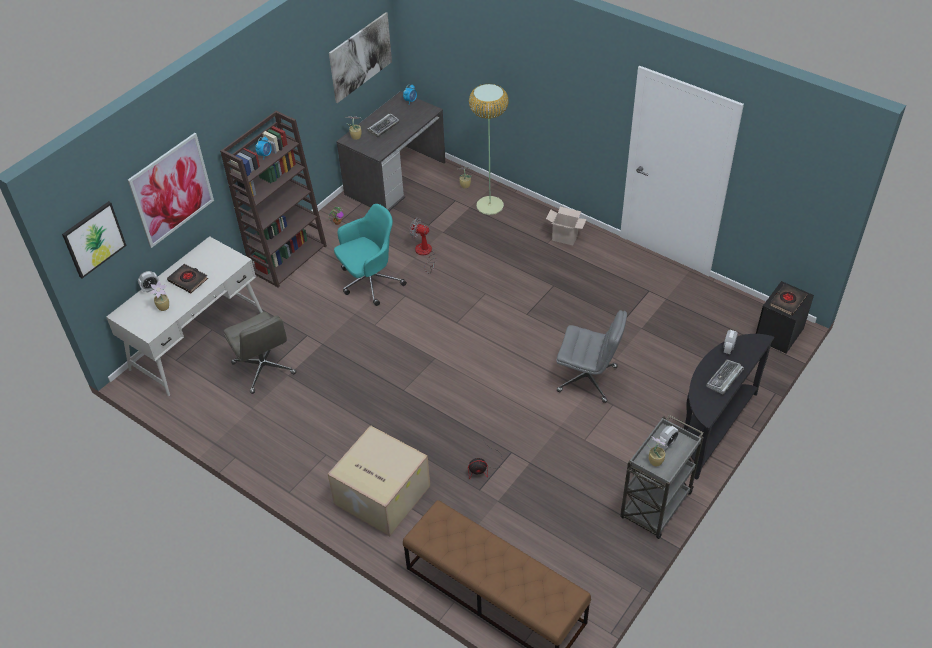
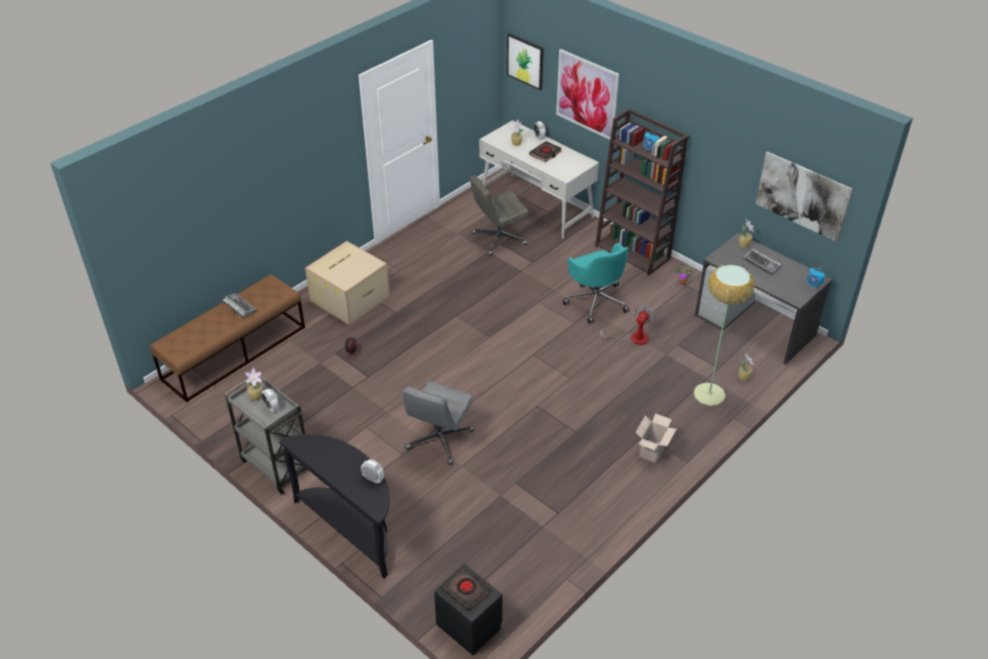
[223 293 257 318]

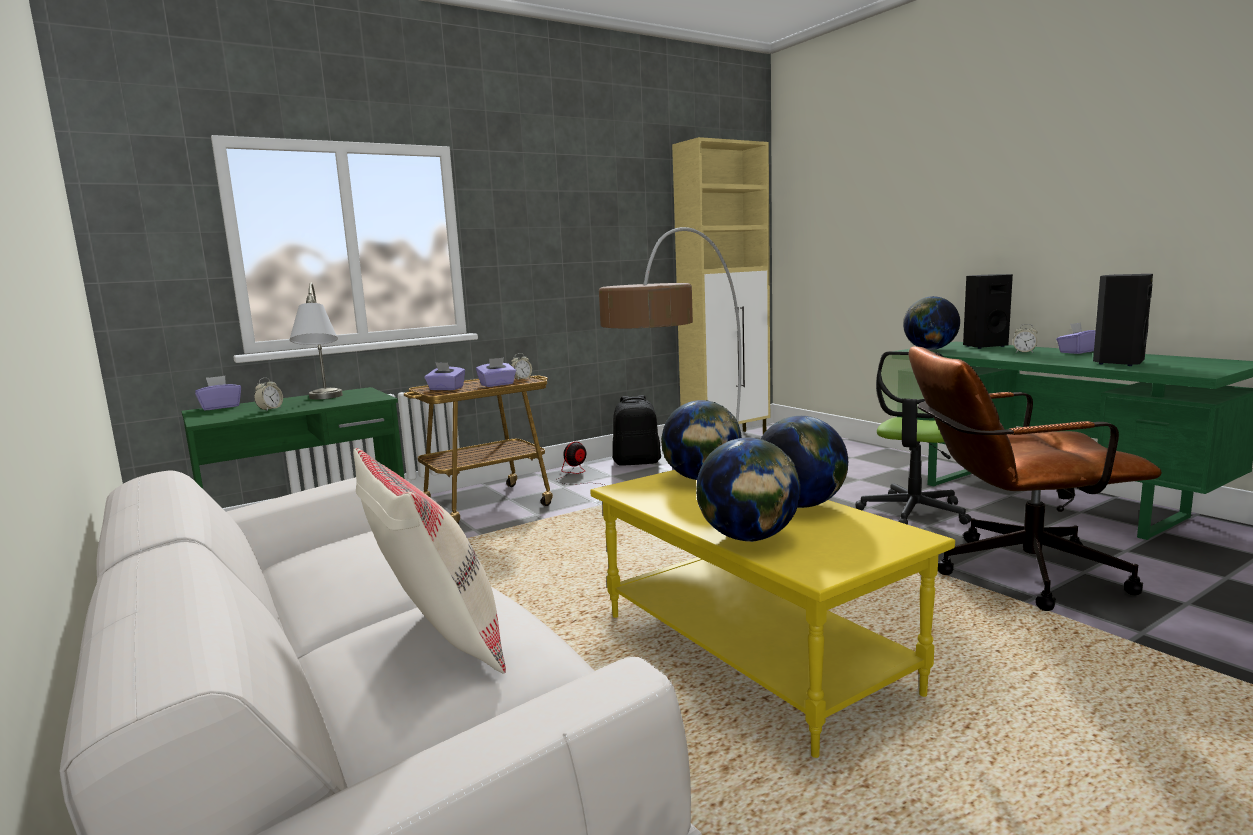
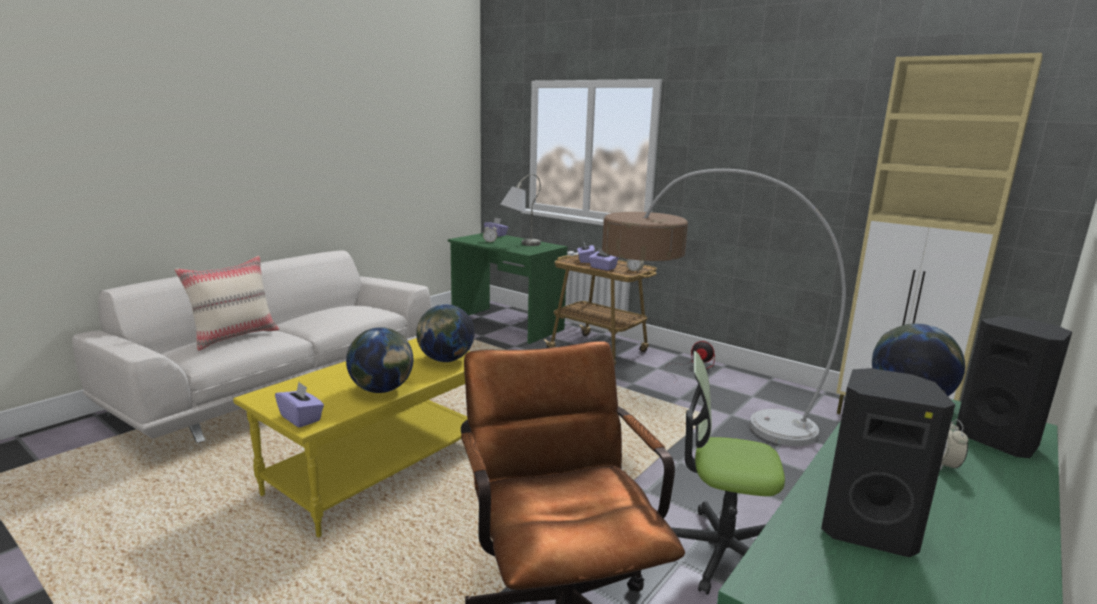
[275 382 324 428]
[612 395 661 466] (first image)
[696 438 800 542] (first image)

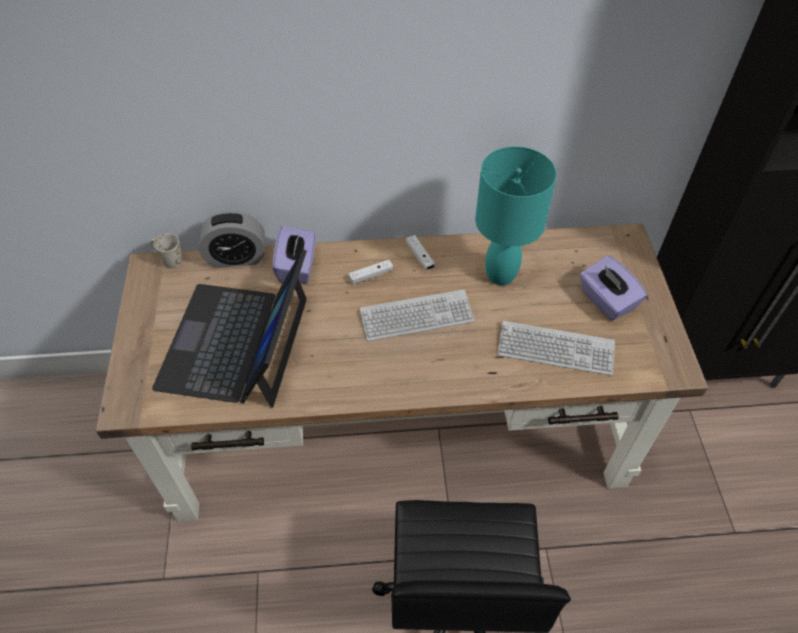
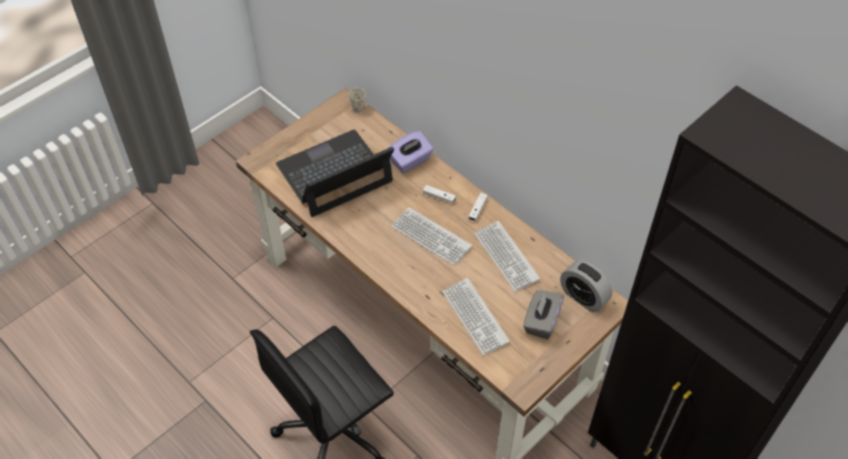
[474 221 540 292]
[560 260 612 312]
[523 290 564 339]

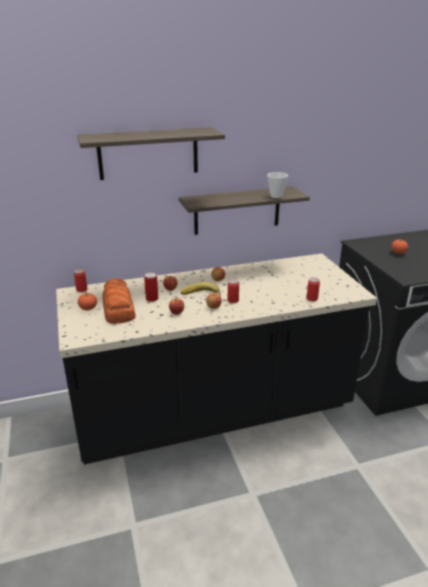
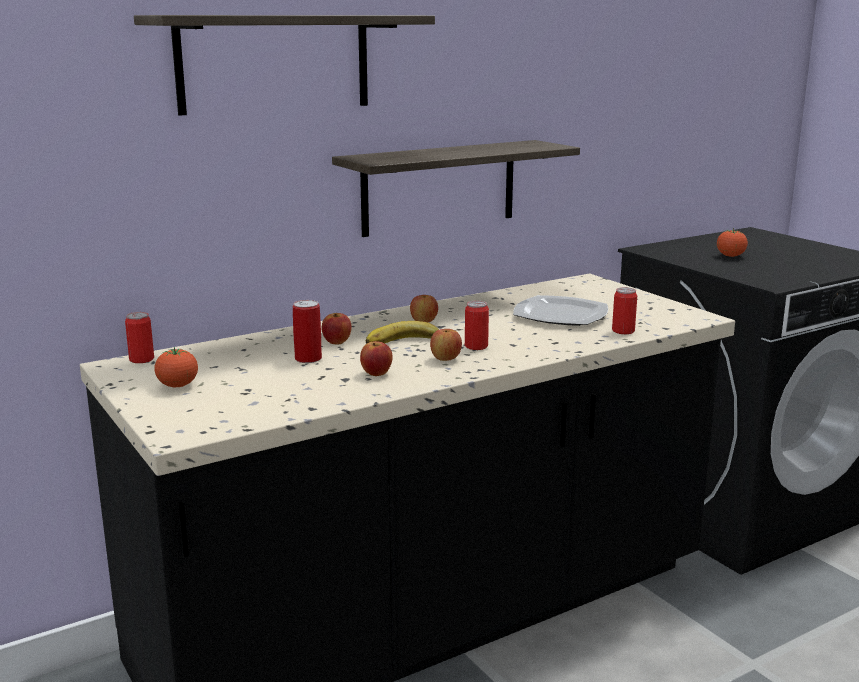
[267 172 288 198] (first image)
[102 278 136 324] (first image)
[513 295 608 326]

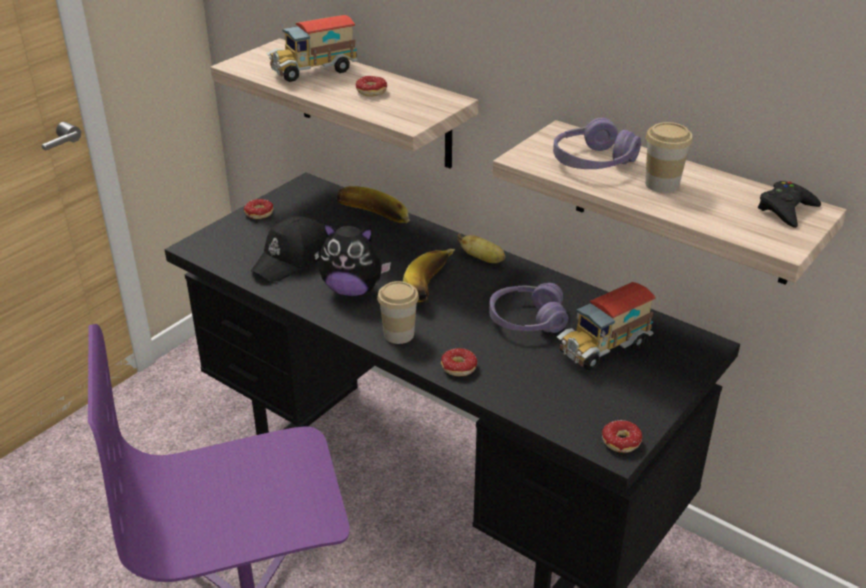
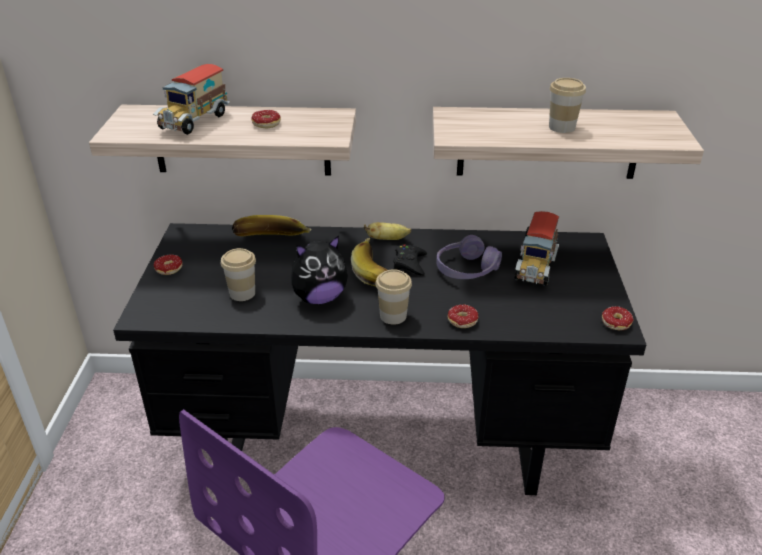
[553 118 641 169] (first image)
[393 244 427 276]
[221 248 256 301]

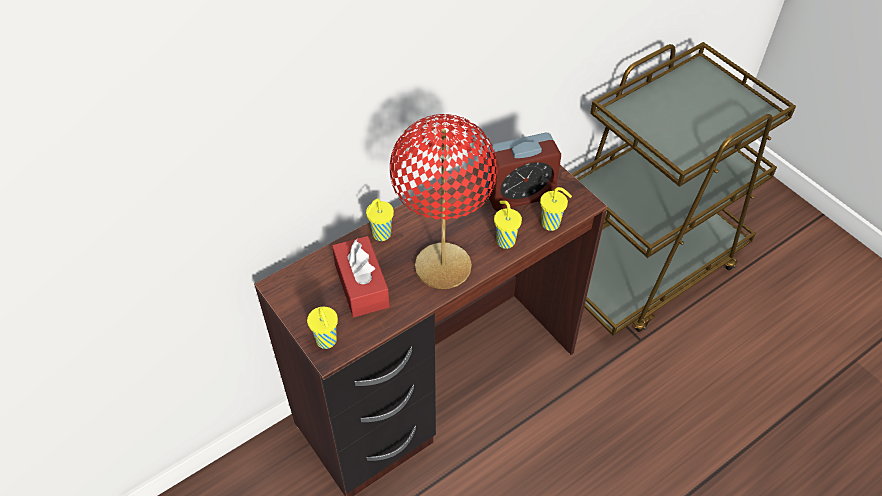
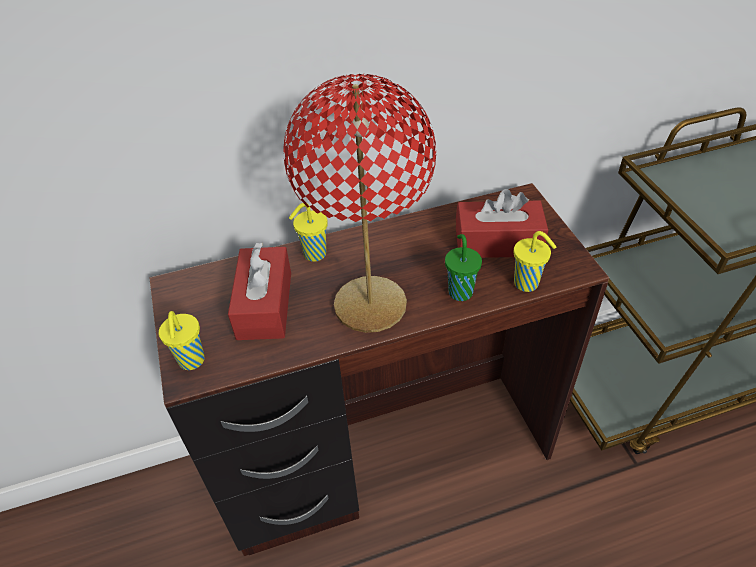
[456 189 548 258]
[445 234 482 301]

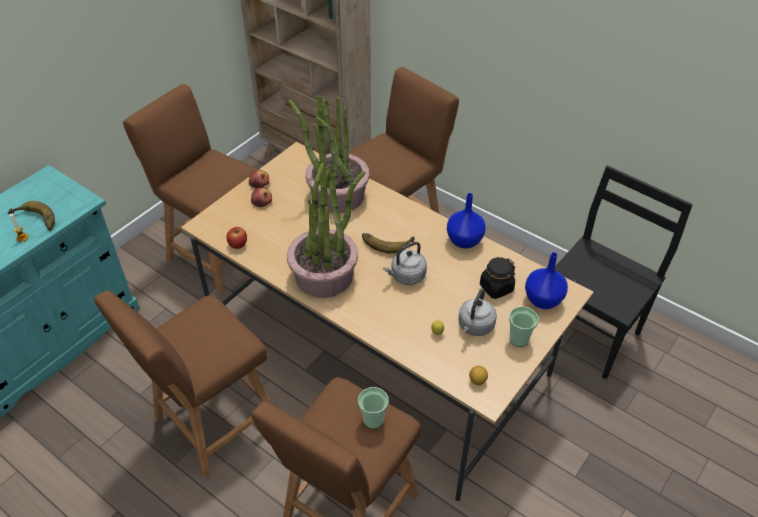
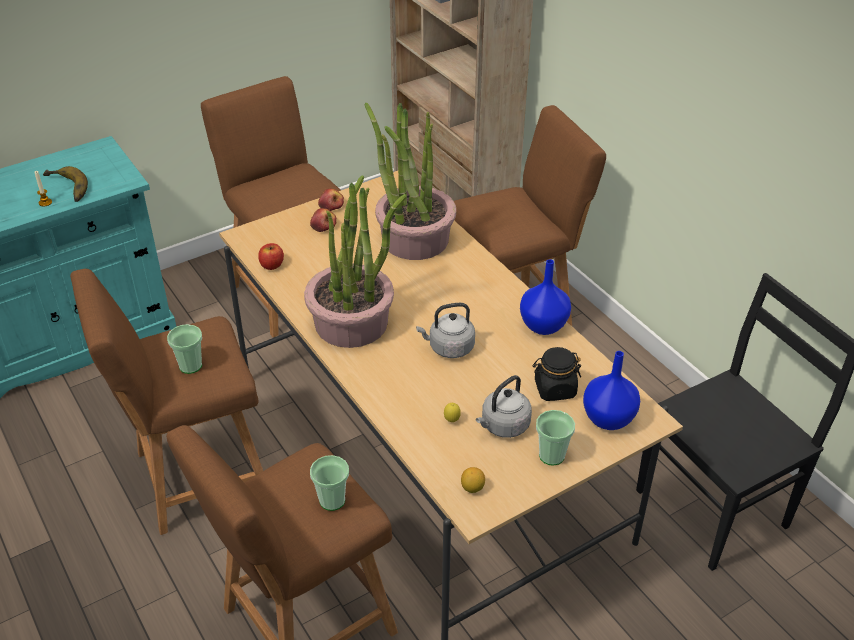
[362 233 415 253] (first image)
[167 324 202 374]

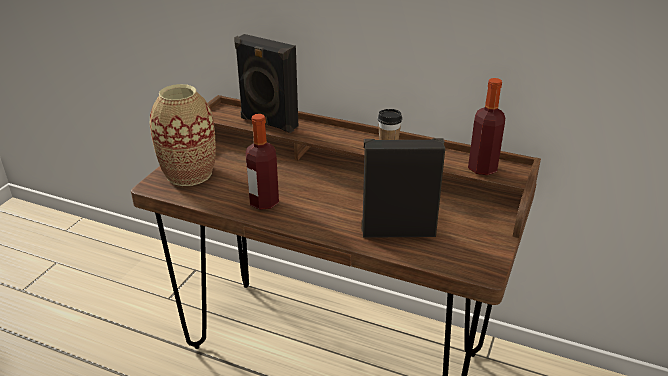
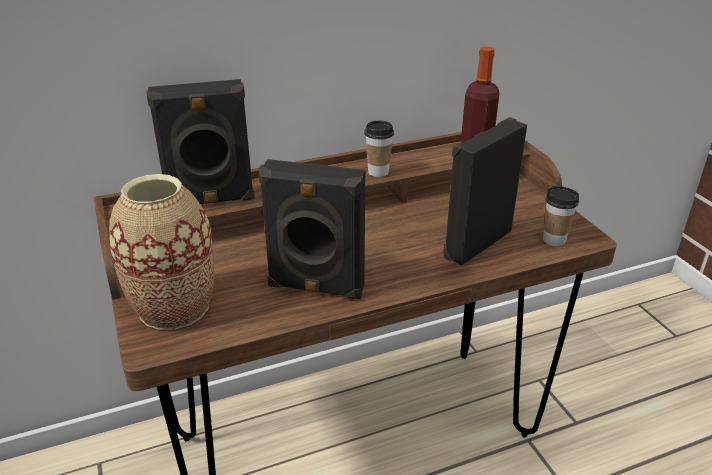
[258 159 365 300]
[543 186 579 247]

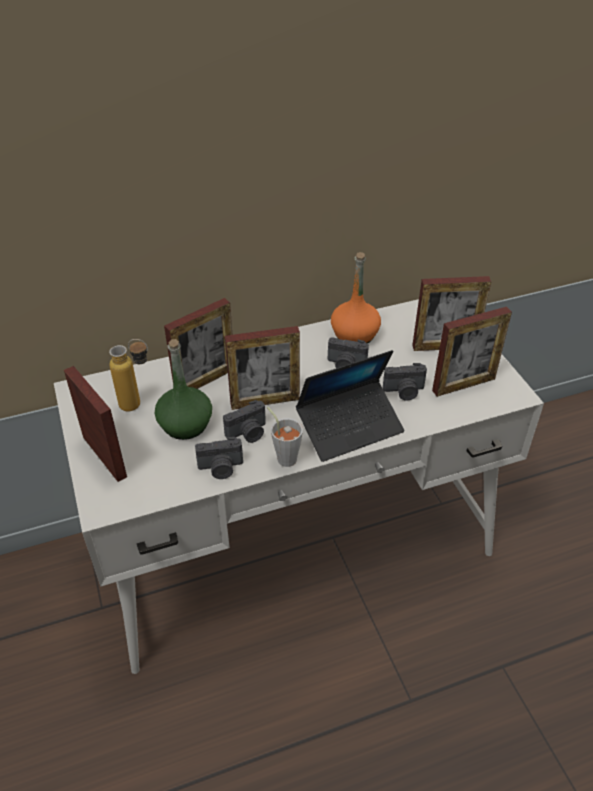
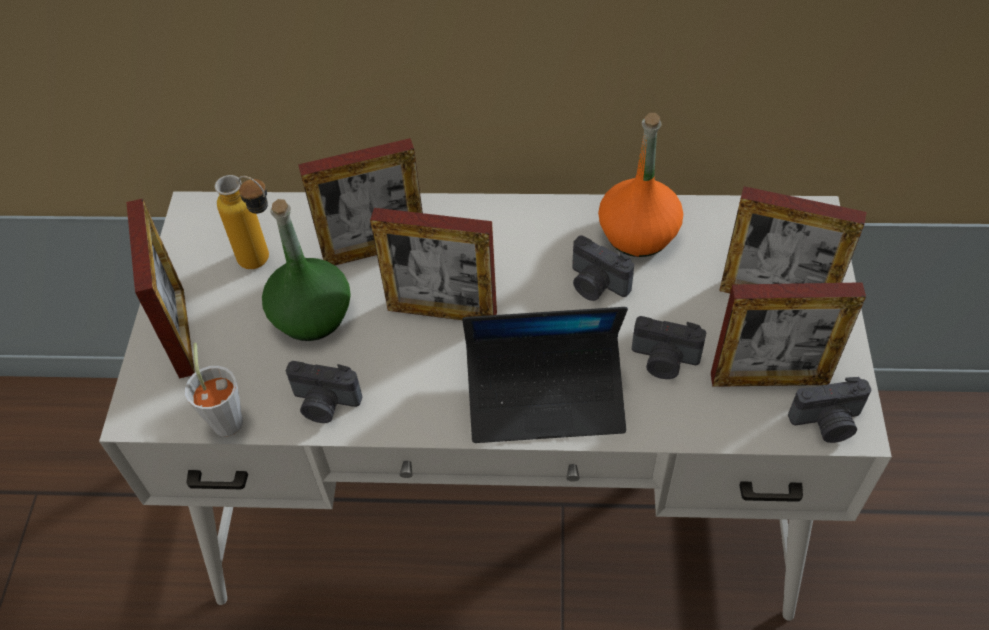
[788 377 872 443]
[185 343 243 437]

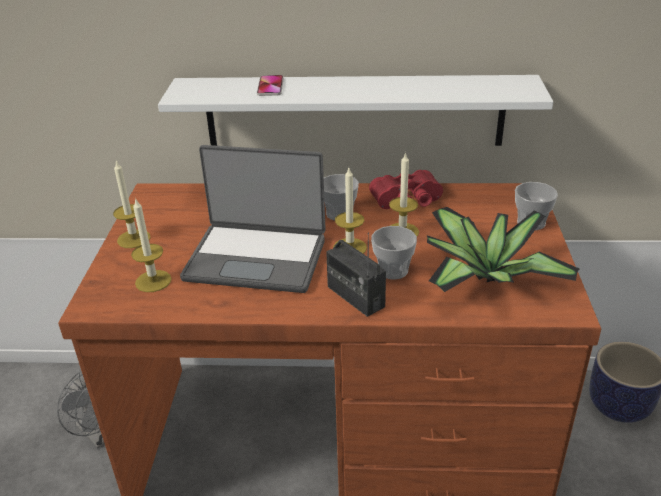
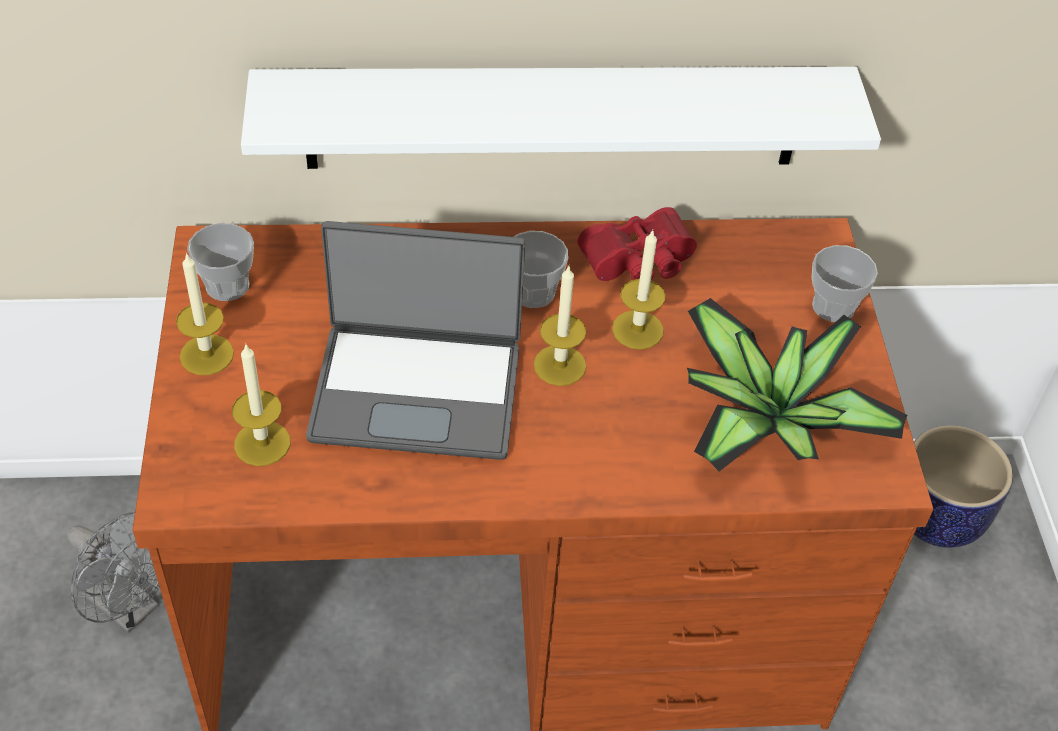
[257 75 284 96] (first image)
[187 223 254 301]
[326 232 386 317] (first image)

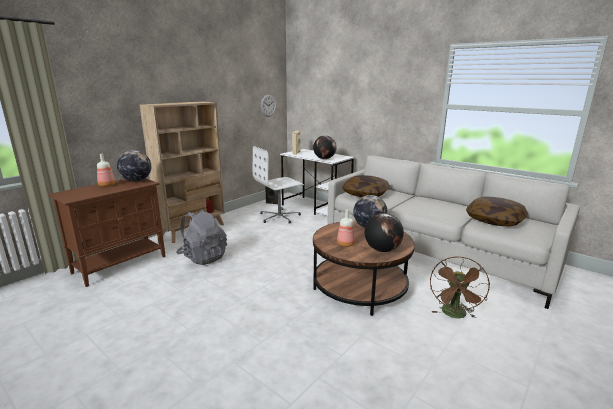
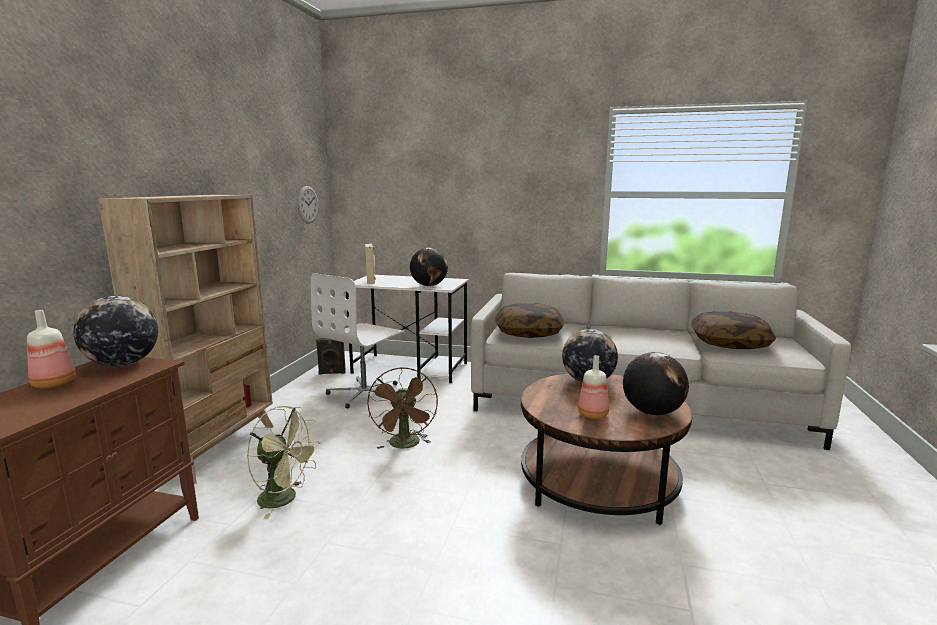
[247 406 320 519]
[367 368 438 449]

